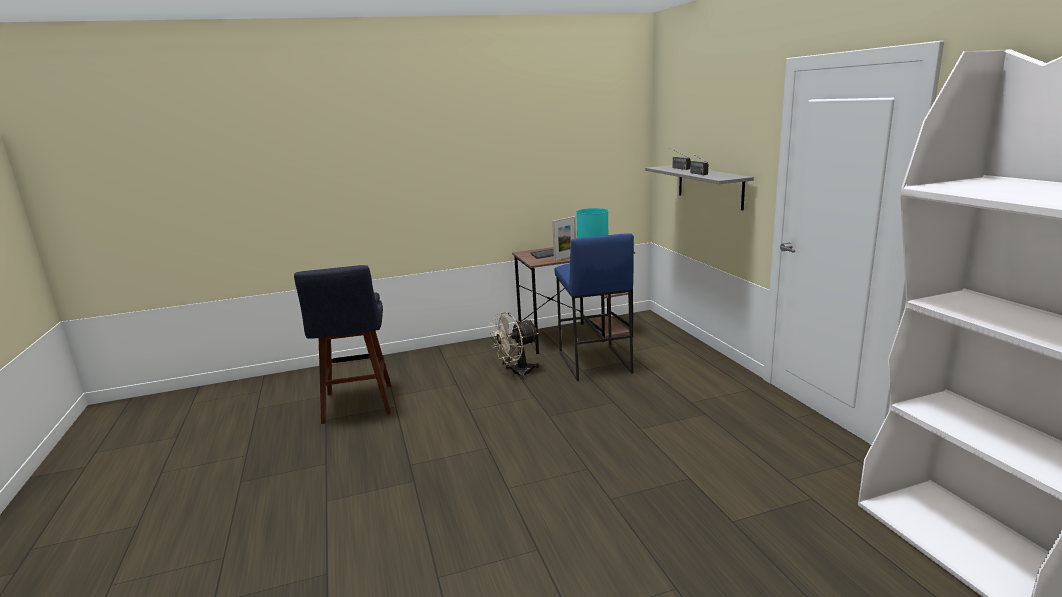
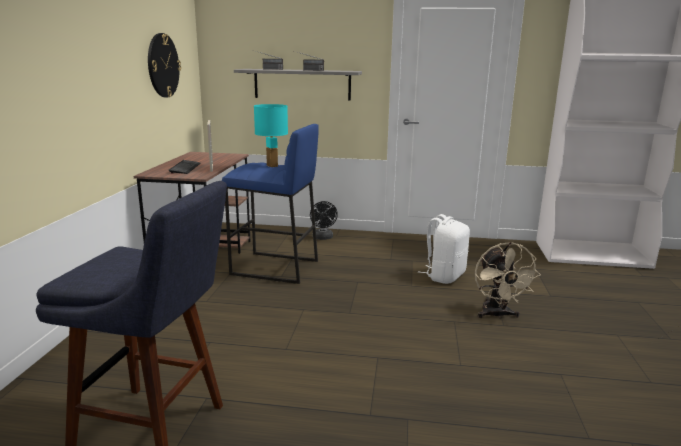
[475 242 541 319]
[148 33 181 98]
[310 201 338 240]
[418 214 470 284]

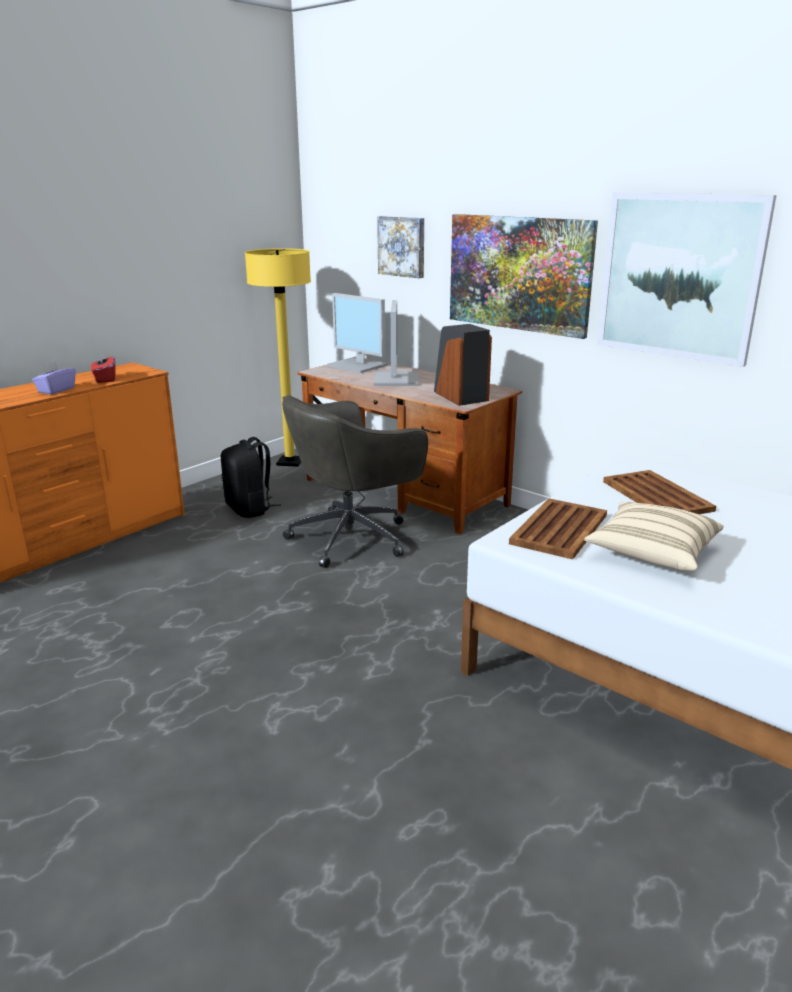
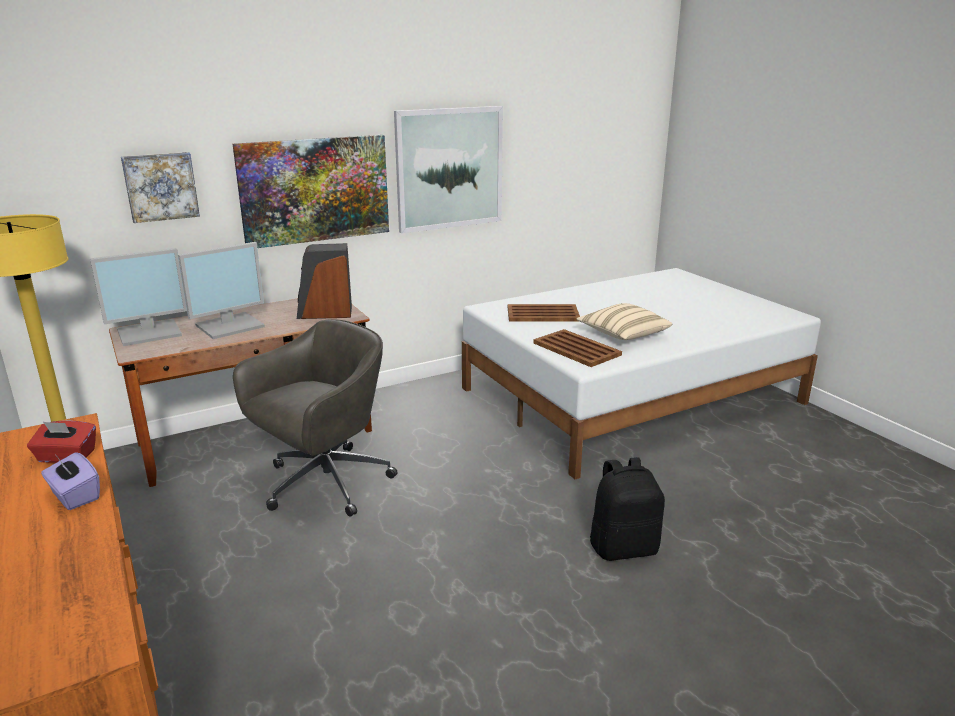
[178 242 265 339]
[233 319 397 517]
[590 457 665 561]

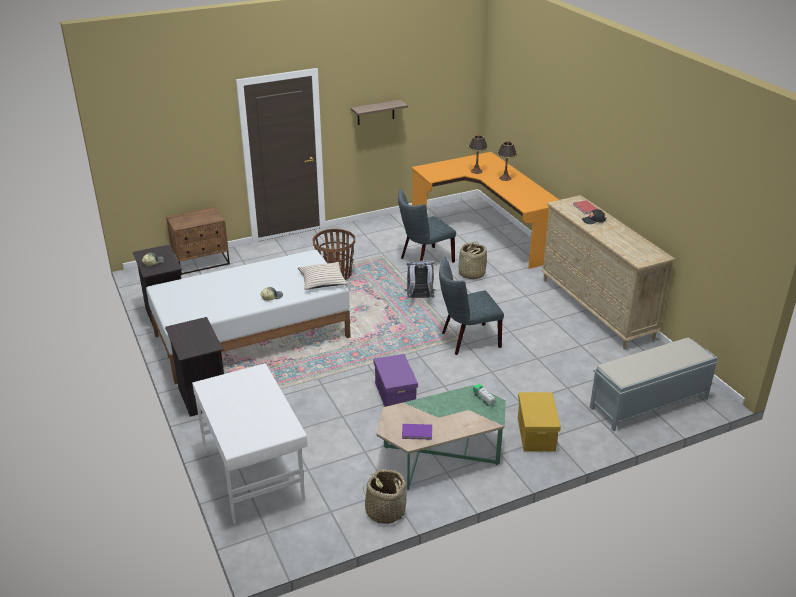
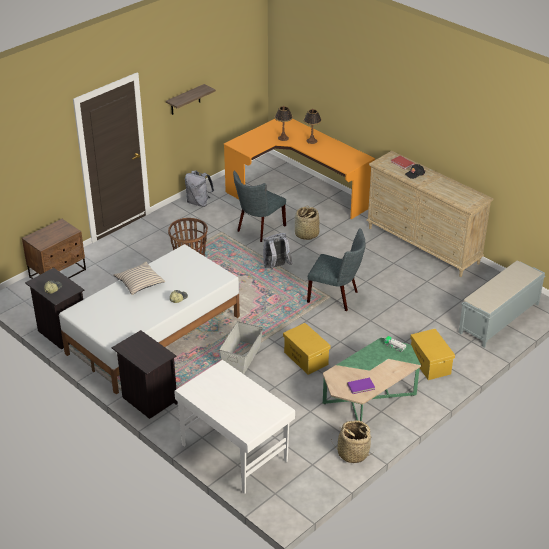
[307 228 366 311]
[113 262 165 295]
[283 323 331 375]
[185 170 214 207]
[219 321 263 374]

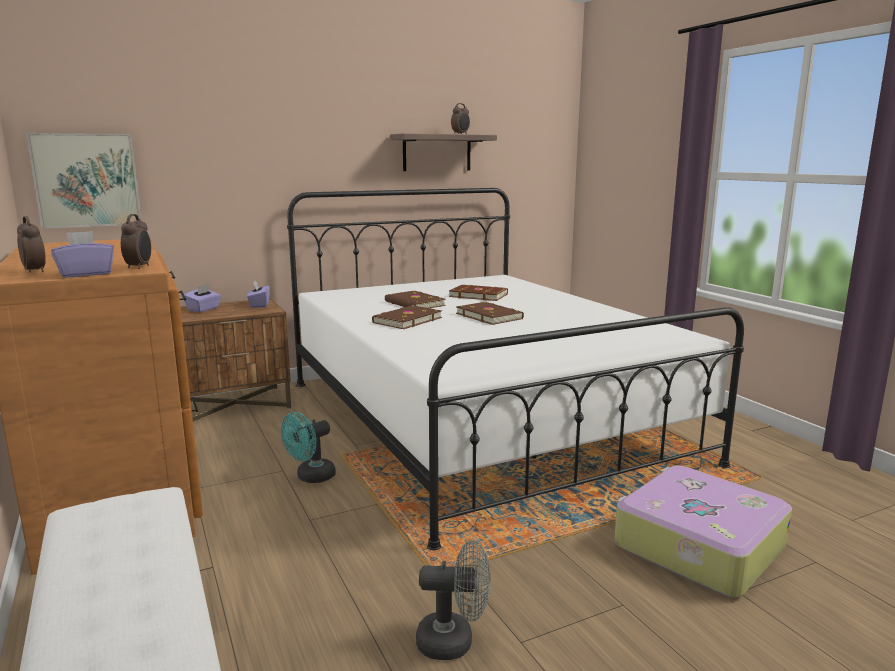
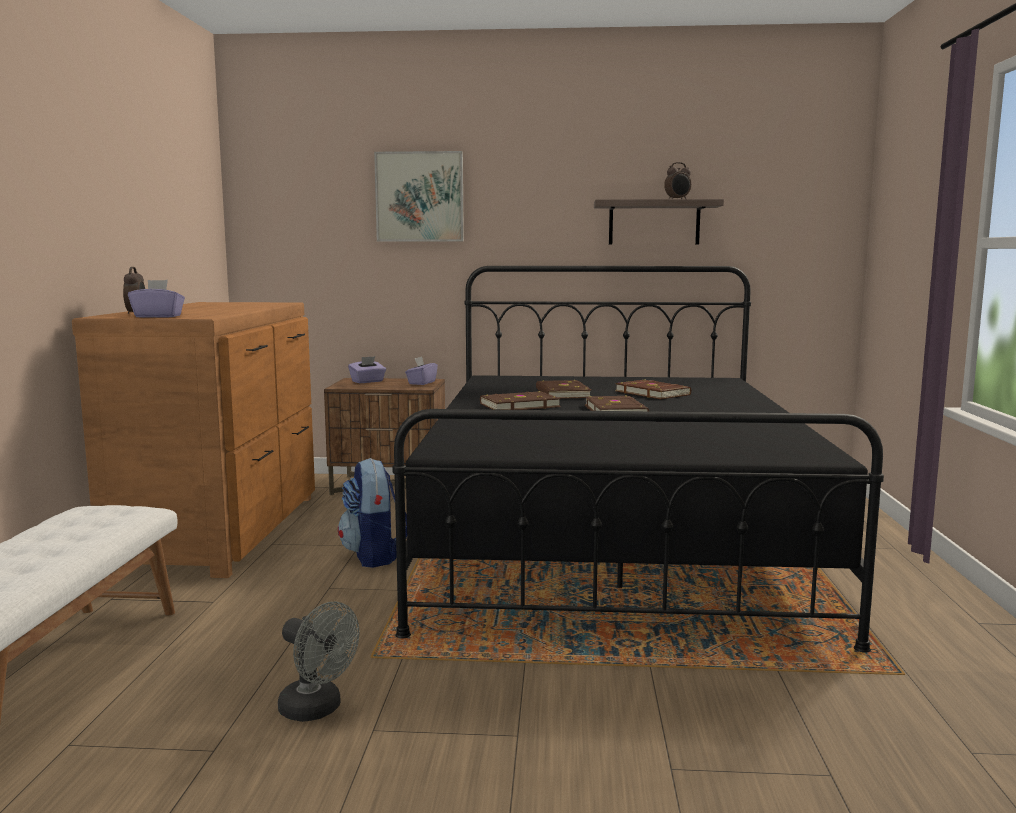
[374 151 464 241]
[392 266 884 653]
[121 214 151 269] (first image)
[338 458 407 568]
[614 465 792 597] (first image)

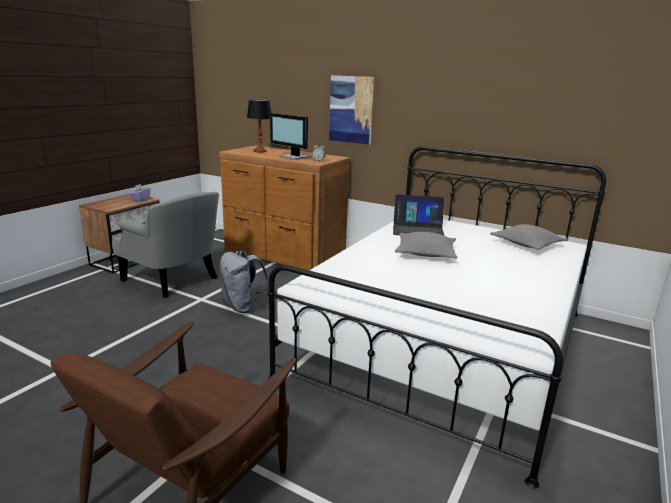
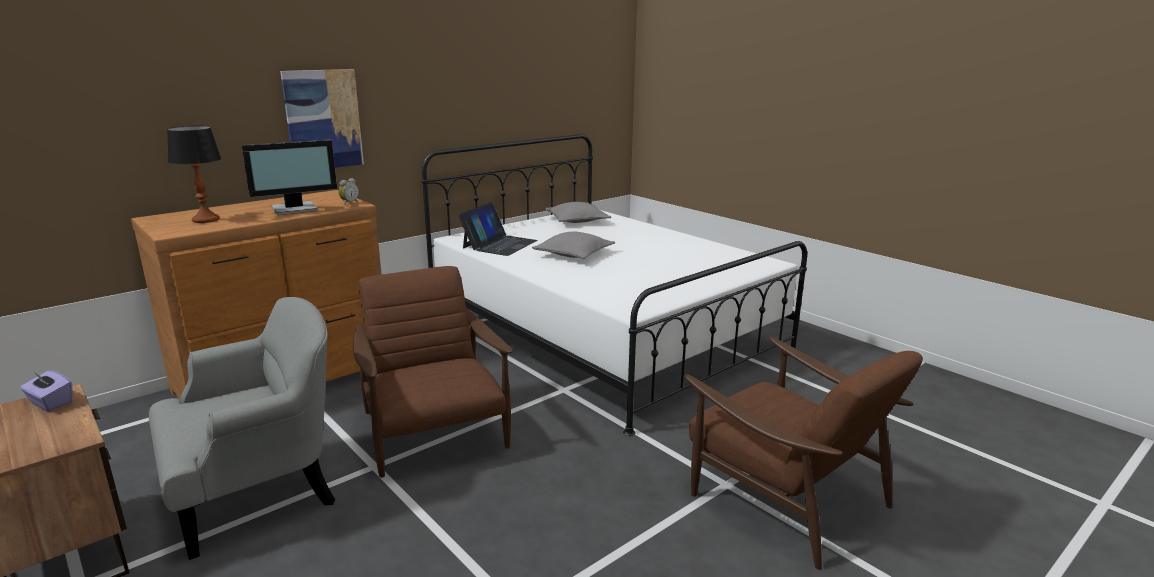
[353 266 513 478]

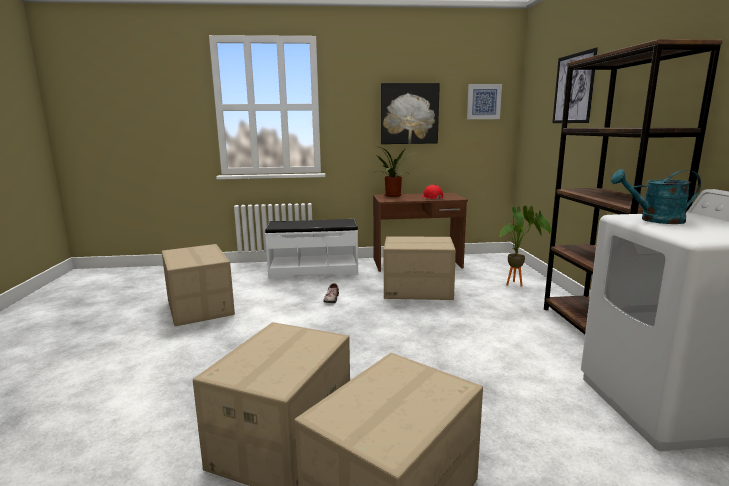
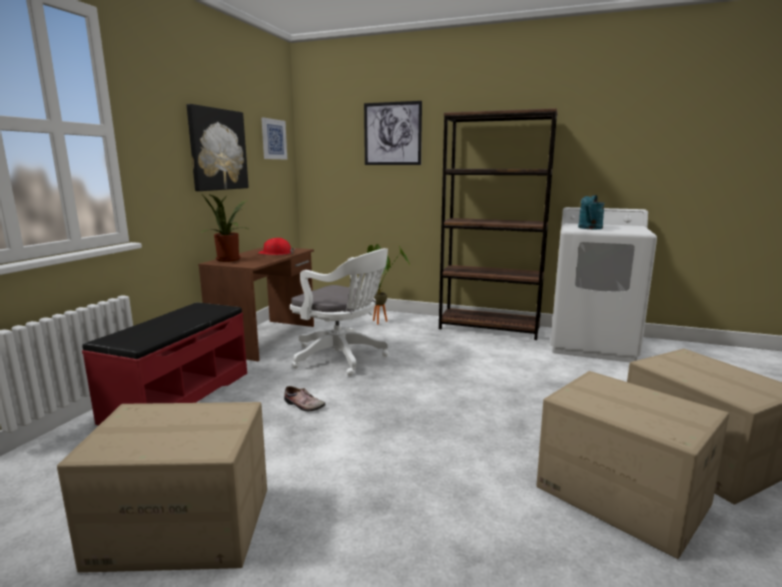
[82 303 247 425]
[290 248 388 376]

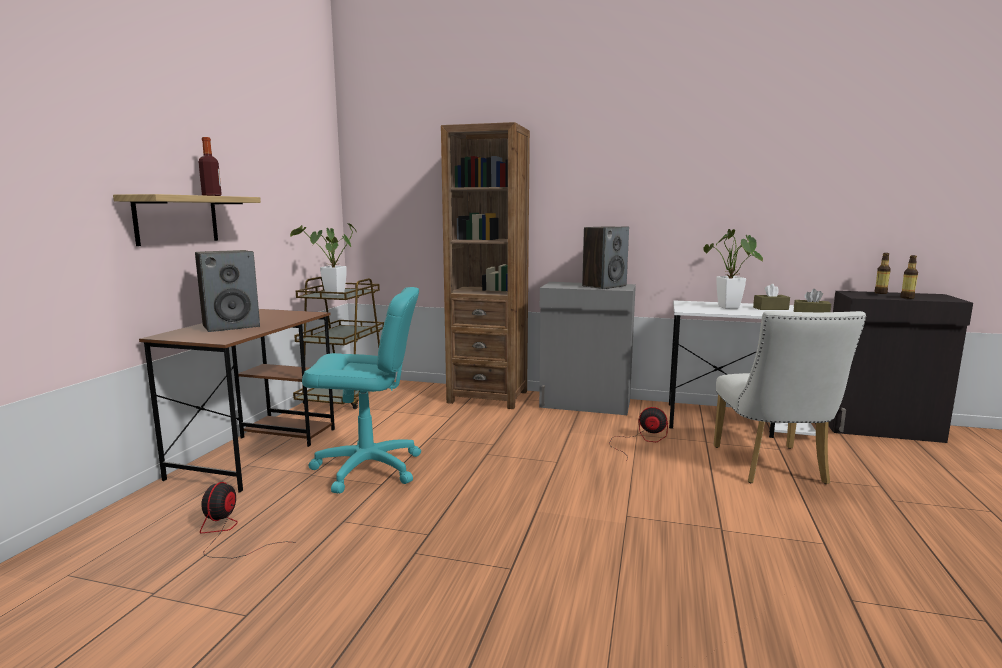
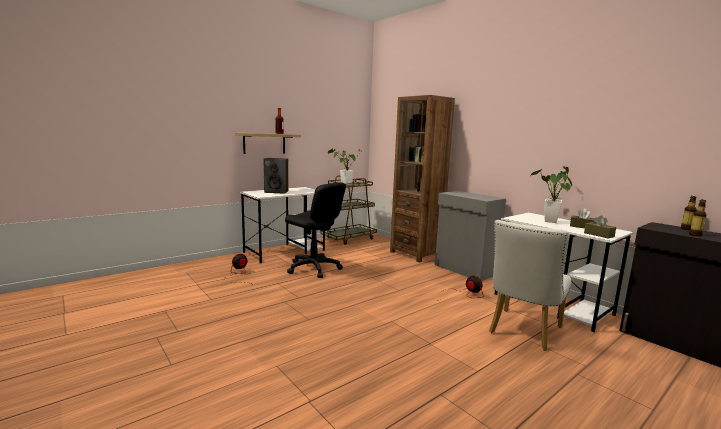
[582 226 629 289] (first image)
[285 182 346 278]
[240 187 325 263]

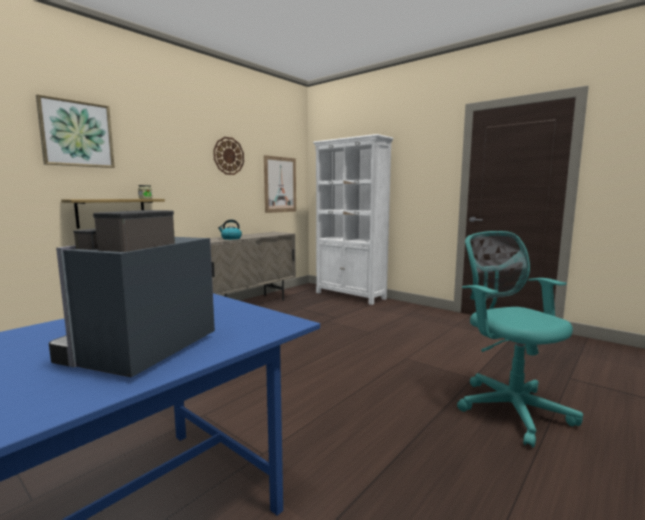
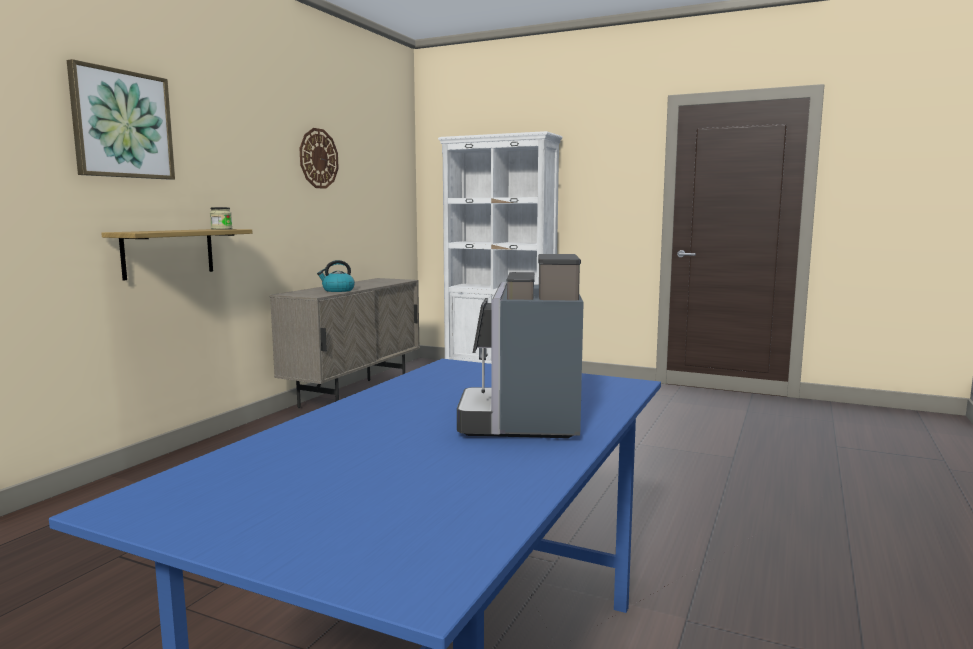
[264 155 296 213] (first image)
[457 231 583 448] (first image)

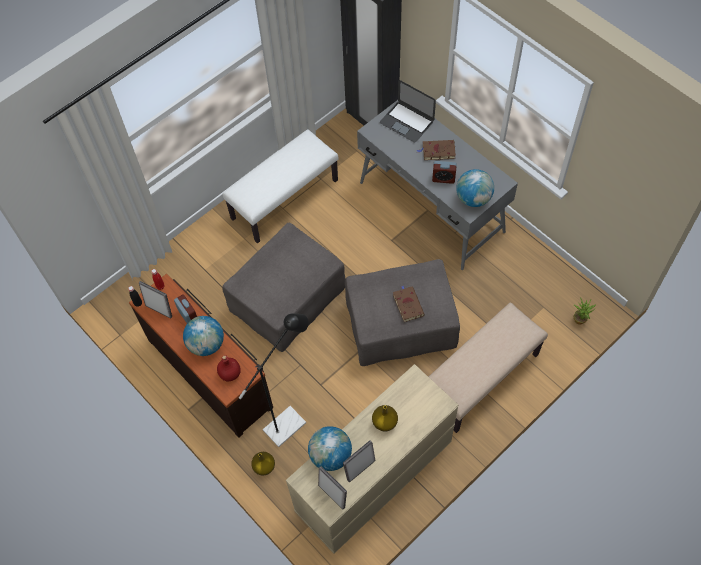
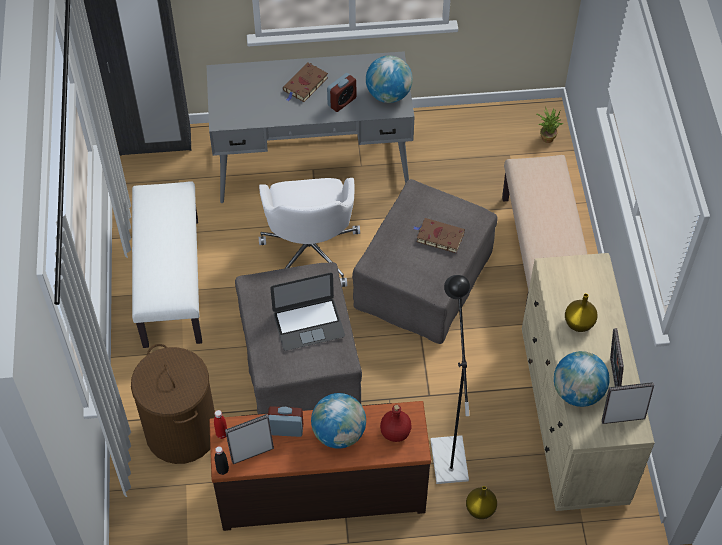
[270 273 345 351]
[259 178 360 287]
[131 344 215 464]

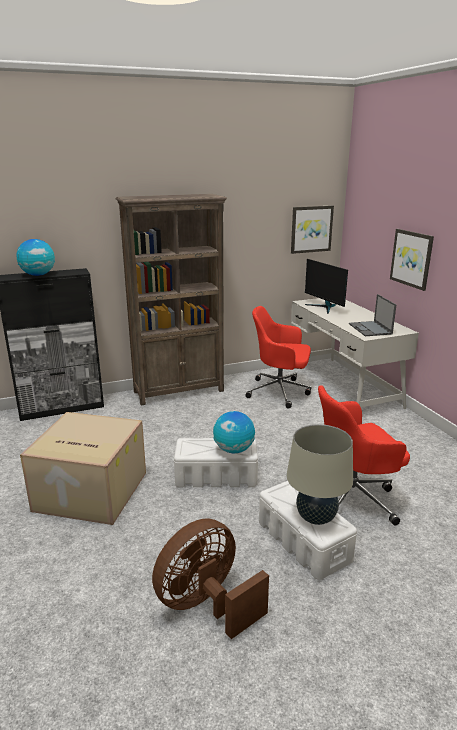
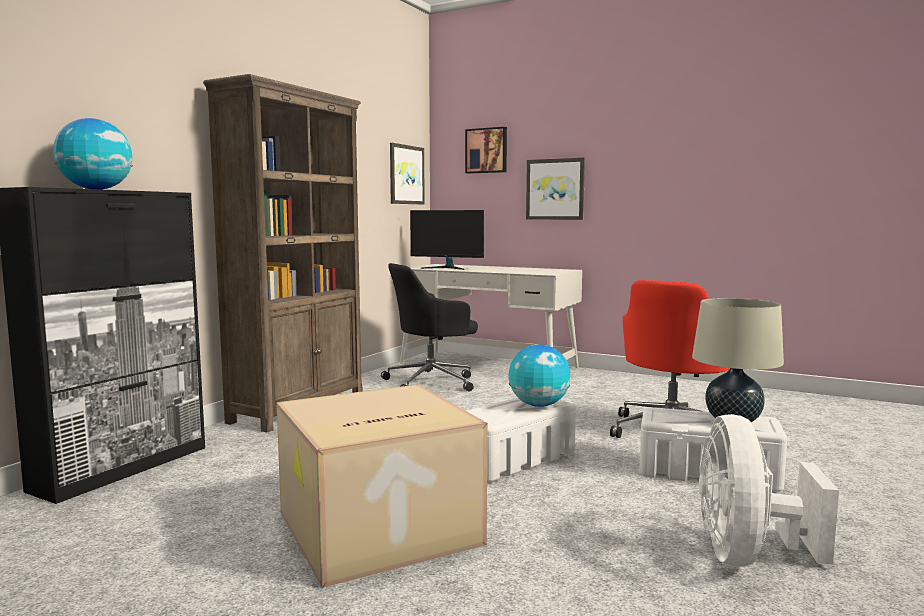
[349 294 396 336] (first image)
[381 263 478 391]
[699 414 839 567]
[465 127 507 174]

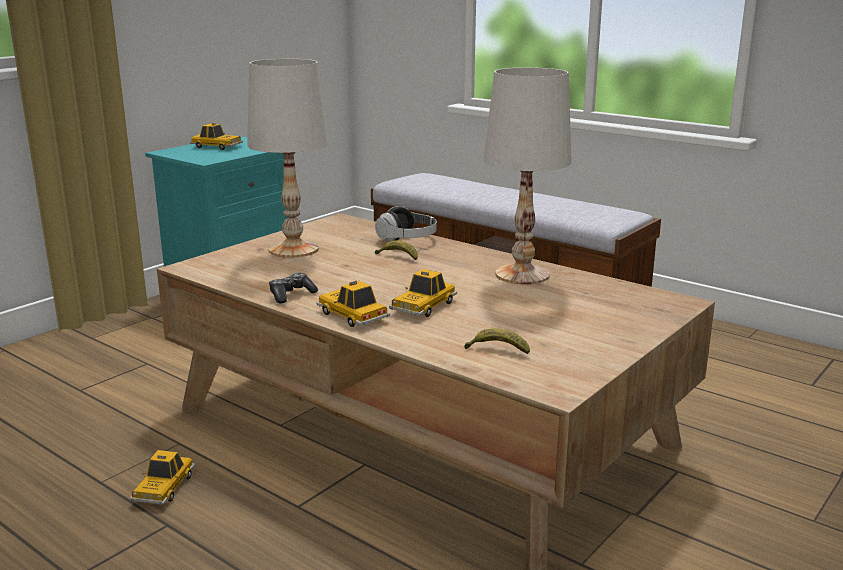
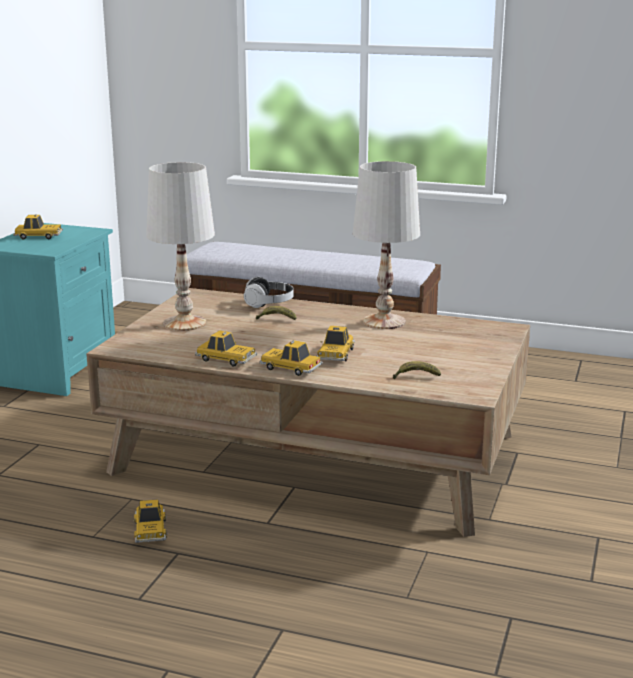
[195 331 257 367]

